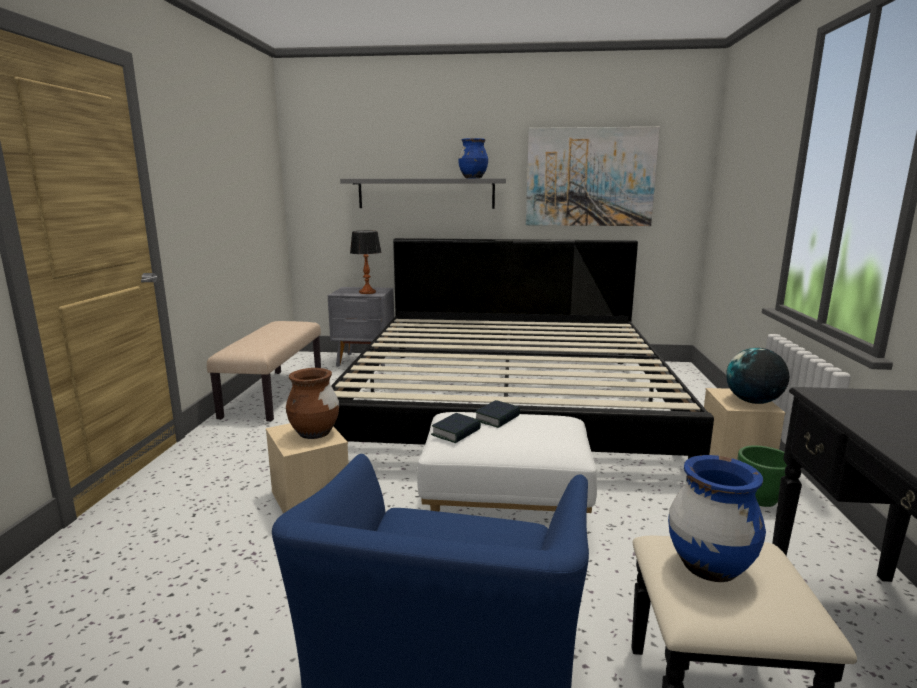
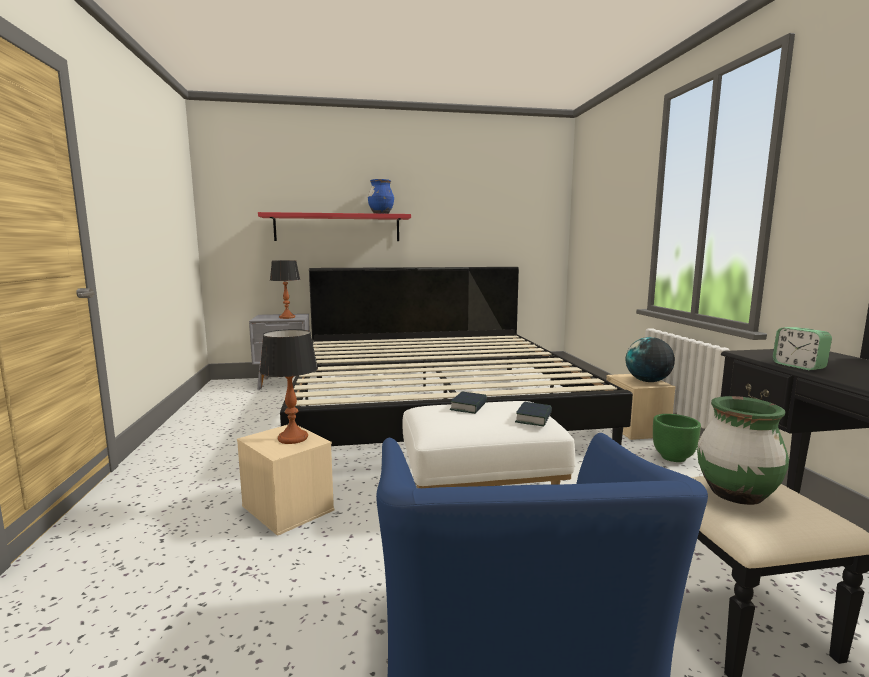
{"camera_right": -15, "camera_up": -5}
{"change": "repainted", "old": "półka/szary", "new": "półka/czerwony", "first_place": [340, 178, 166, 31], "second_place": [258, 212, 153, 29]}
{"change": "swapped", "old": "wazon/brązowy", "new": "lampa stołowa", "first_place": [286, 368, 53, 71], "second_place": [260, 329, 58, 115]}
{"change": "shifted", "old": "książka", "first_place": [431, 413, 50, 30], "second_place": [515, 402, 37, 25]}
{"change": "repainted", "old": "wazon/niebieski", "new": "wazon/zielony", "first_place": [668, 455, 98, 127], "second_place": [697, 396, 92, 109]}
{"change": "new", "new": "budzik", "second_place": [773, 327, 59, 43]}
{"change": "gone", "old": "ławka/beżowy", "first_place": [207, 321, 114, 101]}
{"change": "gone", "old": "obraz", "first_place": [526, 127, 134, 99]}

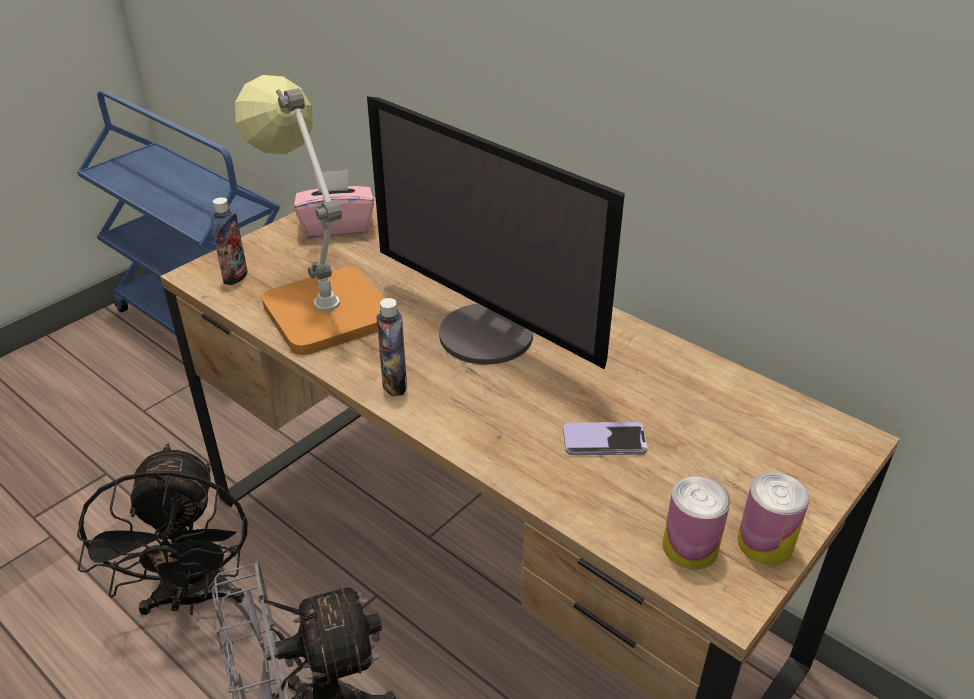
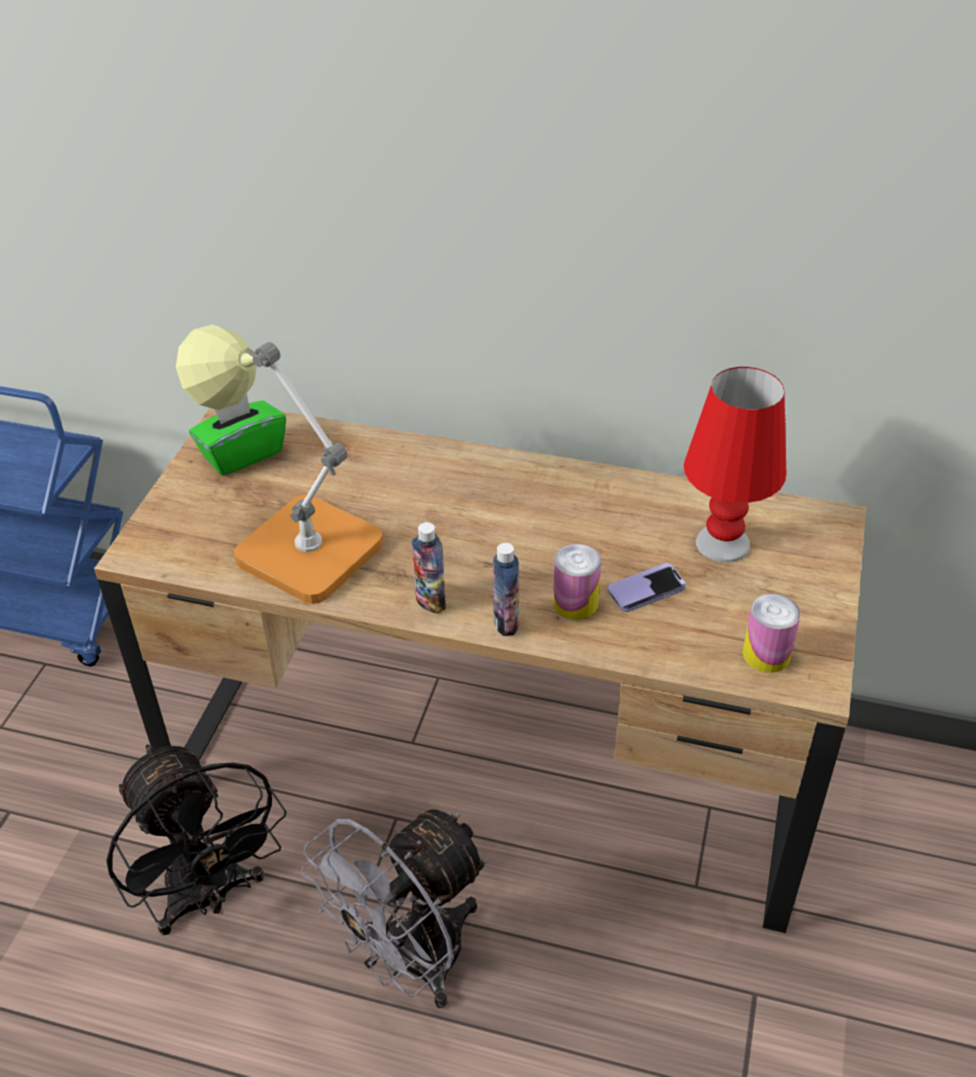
{"camera_right": -25, "camera_up": 5}
{"change": "repainted", "old": "pudełko chusteczek/różowy", "new": "pudełko chusteczek/zielony", "first_place": [294, 170, 80, 68], "second_place": [189, 394, 97, 82]}
{"change": "shifted", "old": "butelka", "first_place": [211, 197, 37, 88], "second_place": [493, 543, 26, 93]}
{"change": "shifted", "old": "puszka", "first_place": [737, 472, 73, 93], "second_place": [553, 544, 48, 76]}
{"change": "new", "new": "lampa stołowa/czerwony", "second_place": [684, 367, 102, 196]}
{"change": "gone", "old": "monitor", "first_place": [367, 96, 258, 273]}

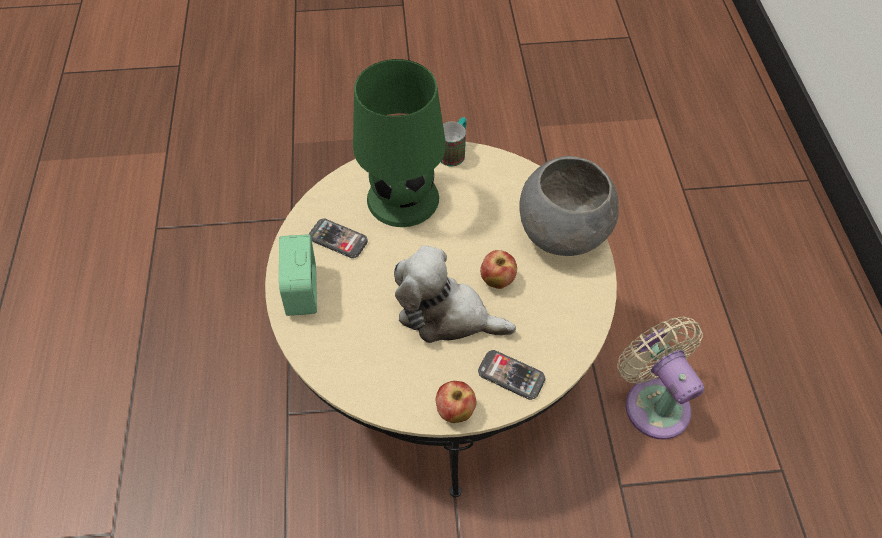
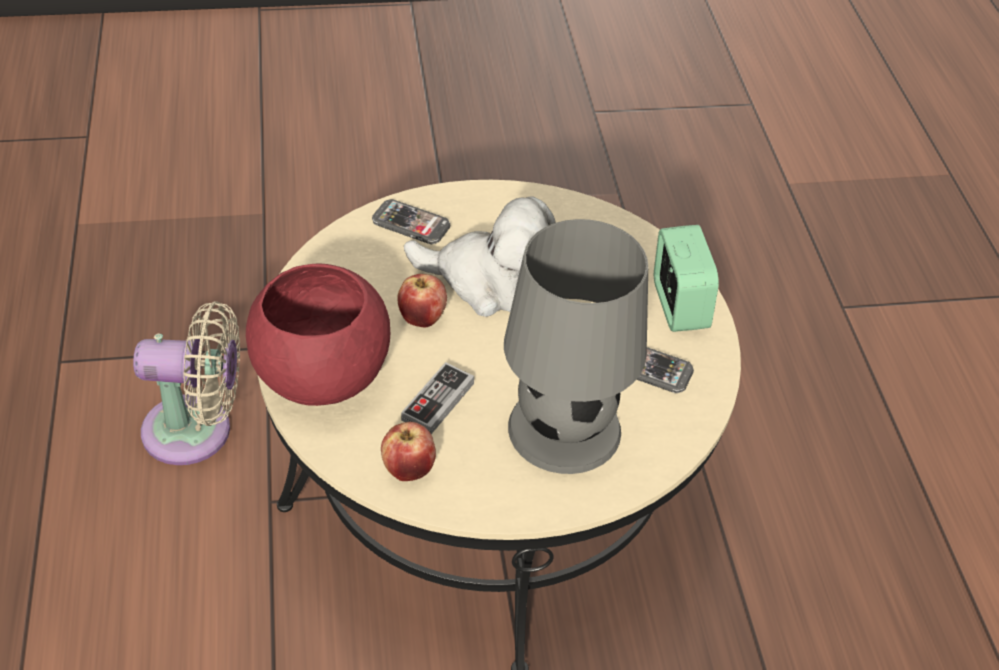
{"camera_right": 175, "camera_up": -10}
{"change": "rotated", "old": "wentylator/beżowy", "first_place": [617, 317, 87, 123], "second_place": [133, 301, 107, 164], "degrees": -60}
{"change": "repainted", "old": "miska/szary", "new": "miska/czerwony", "first_place": [520, 156, 99, 100], "second_place": [246, 263, 144, 143]}
{"change": "shifted", "old": "jabłko", "first_place": [435, 381, 41, 42], "second_place": [381, 422, 55, 59]}
{"change": "new", "new": "pad do gier", "second_place": [401, 362, 73, 72]}
{"change": "repainted", "old": "lampa stołowa/zielony", "new": "lampa stołowa/szary", "first_place": [353, 59, 93, 168], "second_place": [504, 219, 144, 255]}
{"change": "gone", "old": "kubek", "first_place": [441, 117, 26, 49]}

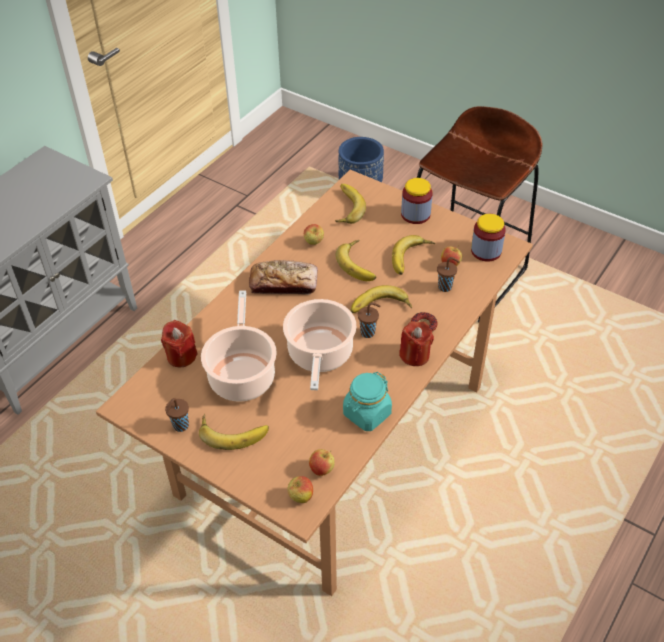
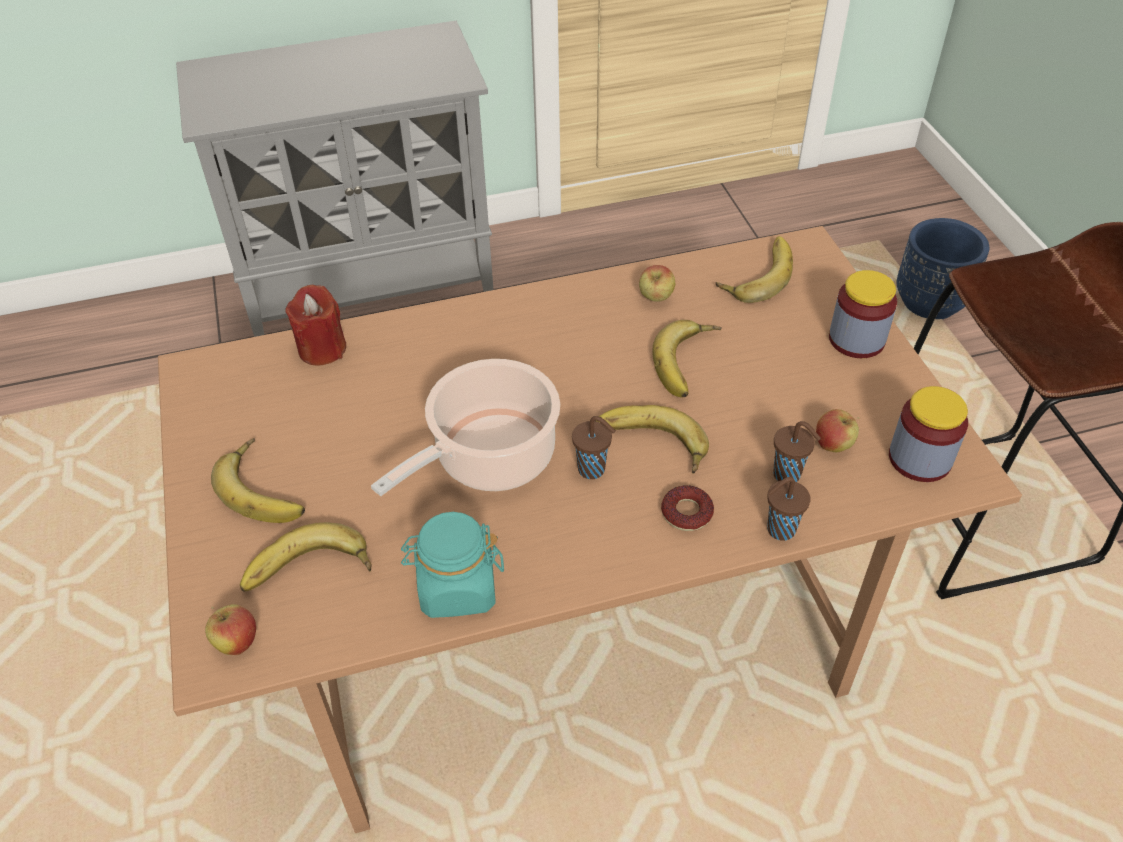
{"camera_right": 40, "camera_up": 0}
{"change": "shifted", "old": "banan", "first_place": [392, 235, 43, 40], "second_place": [240, 522, 132, 70]}
{"change": "shifted", "old": "filiżanka/brązowy", "first_place": [165, 398, 24, 34], "second_place": [767, 477, 44, 64]}
{"change": "gone", "old": "garnek", "first_place": [201, 290, 76, 112]}
{"change": "gone", "old": "chleb", "first_place": [249, 260, 69, 35]}
{"change": "gone", "old": "jabłko", "first_place": [309, 449, 26, 27]}
{"change": "gone", "old": "świeca/czerwony", "first_place": [399, 321, 35, 45]}

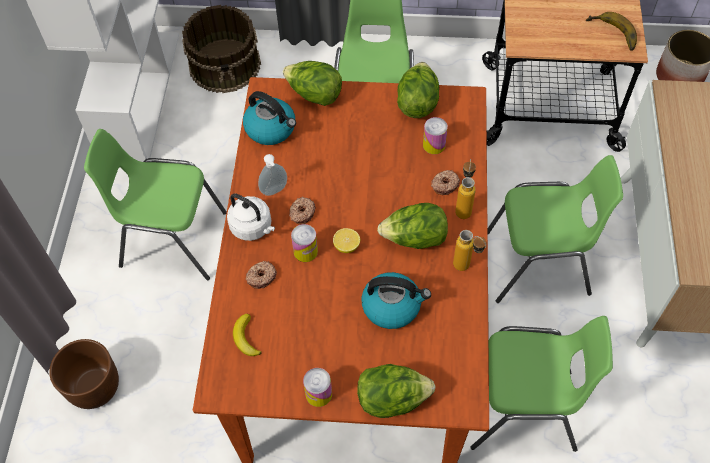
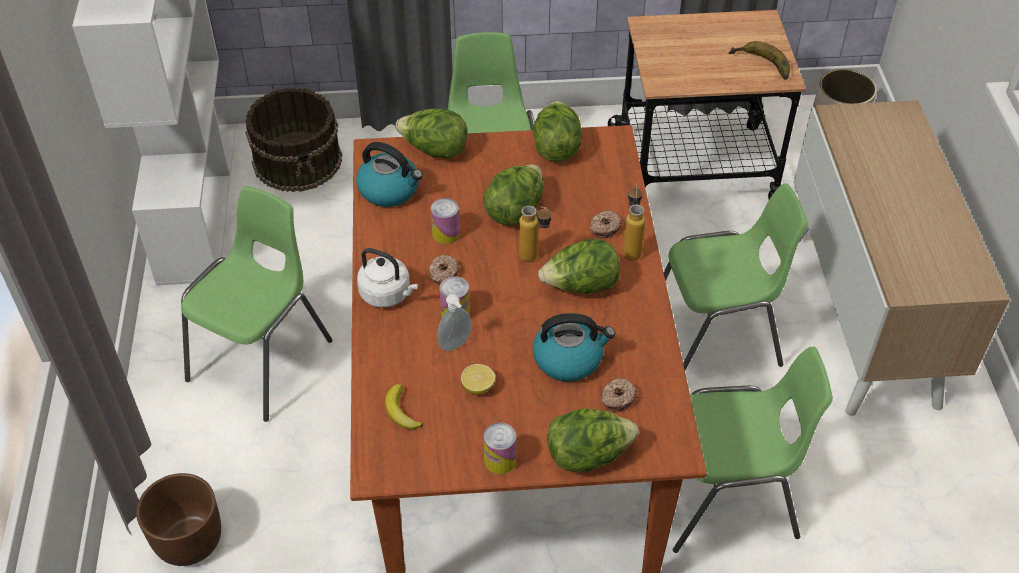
{"camera_right": -10, "camera_up": -10}
{"change": "rotated", "old": "krzesło/zielony", "first_place": [84, 129, 143, 151], "second_place": [181, 186, 151, 236], "degrees": 120}
{"change": "shifted", "old": "puszka", "first_place": [423, 117, 25, 37], "second_place": [431, 198, 29, 46]}
{"change": "shifted", "old": "dozownik mydła", "first_place": [258, 154, 29, 42], "second_place": [437, 294, 34, 57]}
{"change": "shifted", "old": "cytryna", "first_place": [333, 228, 27, 25], "second_place": [461, 364, 34, 31]}
{"change": "new", "new": "sałata", "second_place": [483, 164, 60, 61]}
{"change": "shifted", "old": "butelka", "first_place": [453, 230, 34, 41], "second_place": [519, 206, 33, 56]}
{"change": "shifted", "old": "donut", "first_place": [245, 261, 32, 28], "second_place": [600, 378, 37, 34]}

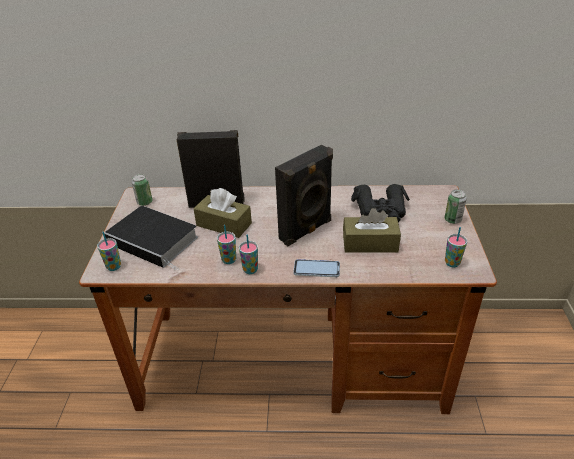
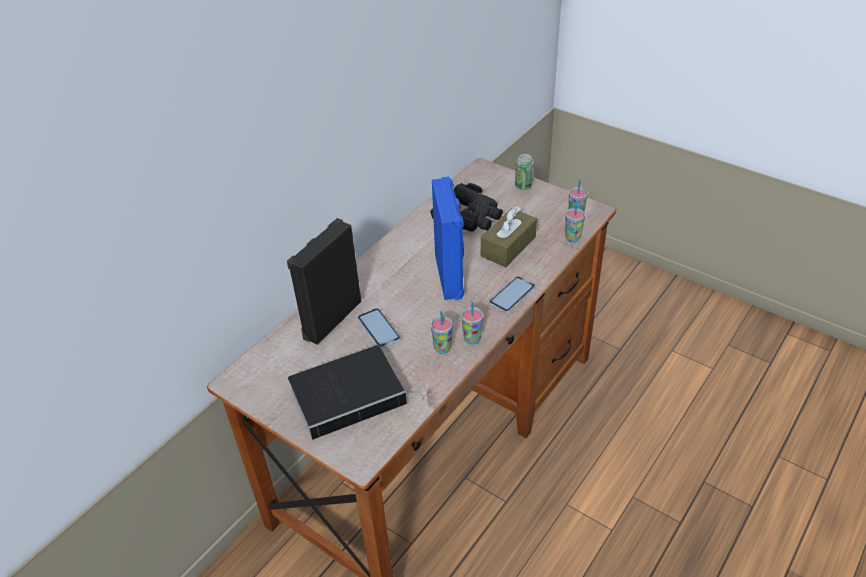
{"camera_right": -55, "camera_up": 5}
{"change": "swapped", "old": "pudełko chusteczek/brązowy", "new": "telefon", "first_place": [193, 188, 59, 50], "second_place": [358, 308, 43, 40]}
{"change": "repainted", "old": "głośnik/czarny", "new": "głośnik/niebieski", "first_place": [275, 145, 58, 101], "second_place": [432, 177, 32, 123]}
{"change": "shifted", "old": "filiżanka", "first_place": [97, 232, 24, 39], "second_place": [565, 201, 20, 41]}
{"change": "gone", "old": "puszka", "first_place": [131, 174, 21, 32]}

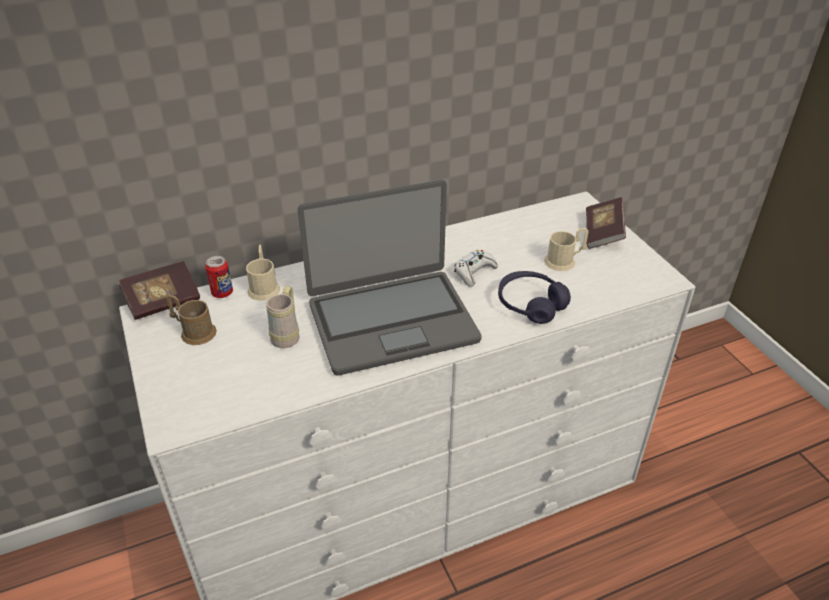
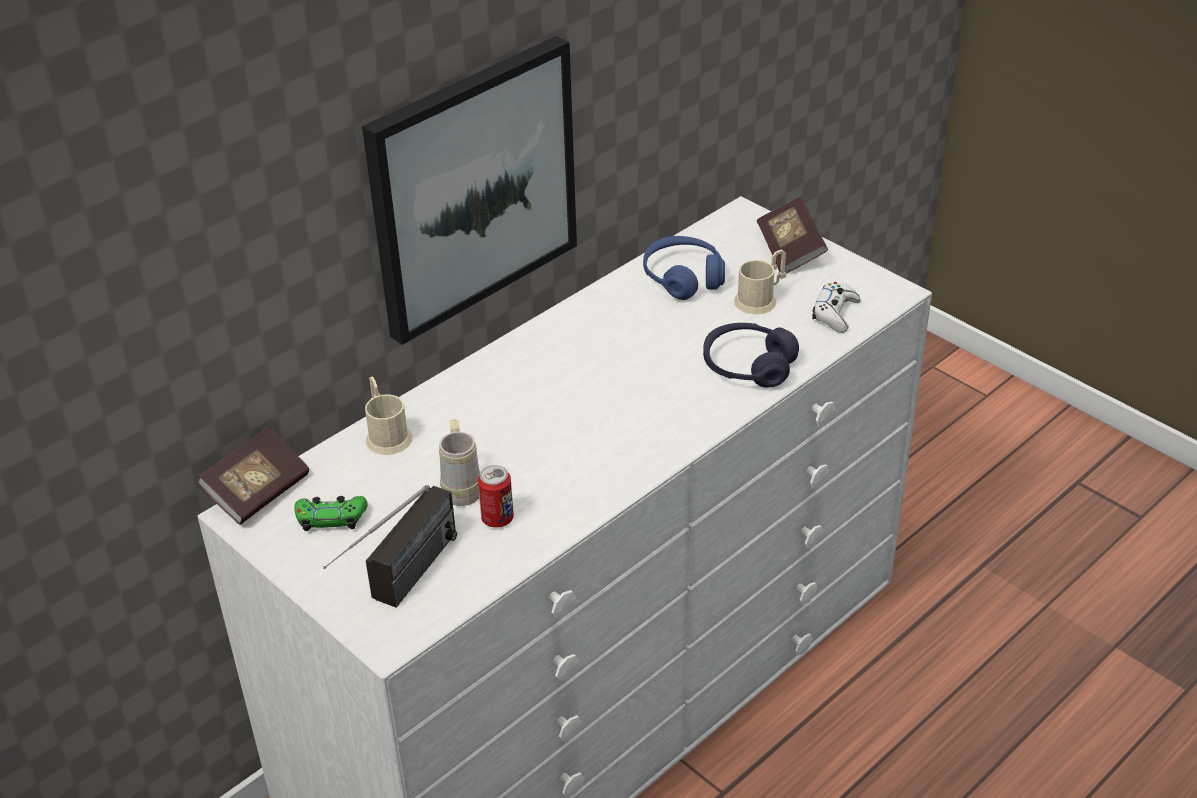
{"camera_right": -20, "camera_up": 0}
{"change": "swapped", "old": "kubek/brązowy", "new": "pad do gier/zielony", "first_place": [166, 295, 51, 50], "second_place": [294, 496, 74, 35]}
{"change": "new", "new": "radio", "second_place": [323, 485, 134, 123]}
{"change": "new", "new": "obraz", "second_place": [362, 36, 215, 309]}
{"change": "shifted", "old": "puszka", "first_place": [205, 256, 28, 42], "second_place": [478, 465, 36, 63]}
{"change": "new", "new": "słuchawki/niebieski", "second_place": [643, 236, 82, 64]}
{"change": "shifted", "old": "pad do gier/biały", "first_place": [454, 250, 44, 37], "second_place": [812, 282, 48, 51]}
{"change": "gone", "old": "laptop", "first_place": [298, 180, 183, 195]}

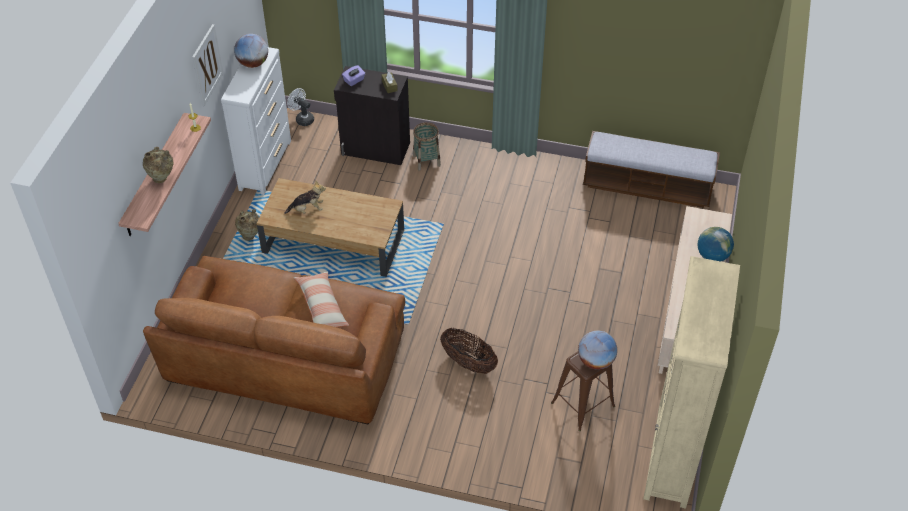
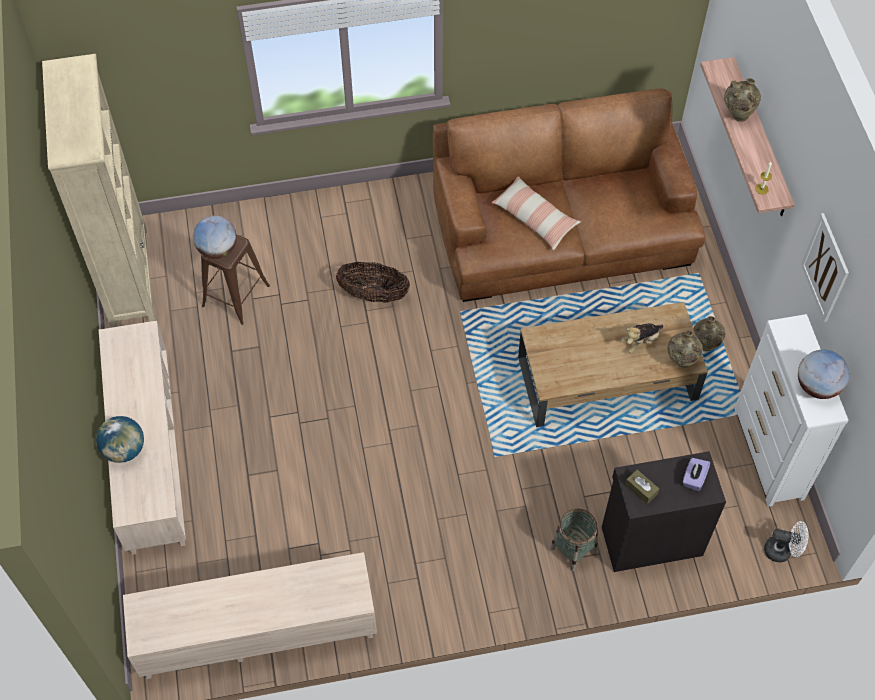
{"camera_right": 155, "camera_up": 10}
{"change": "swapped", "old": "ławka", "new": "szafka pod telewizor/beżowy", "first_place": [583, 131, 137, 77], "second_place": [123, 552, 254, 127]}
{"change": "new", "new": "wazon/beżowy", "second_place": [667, 330, 36, 38]}

